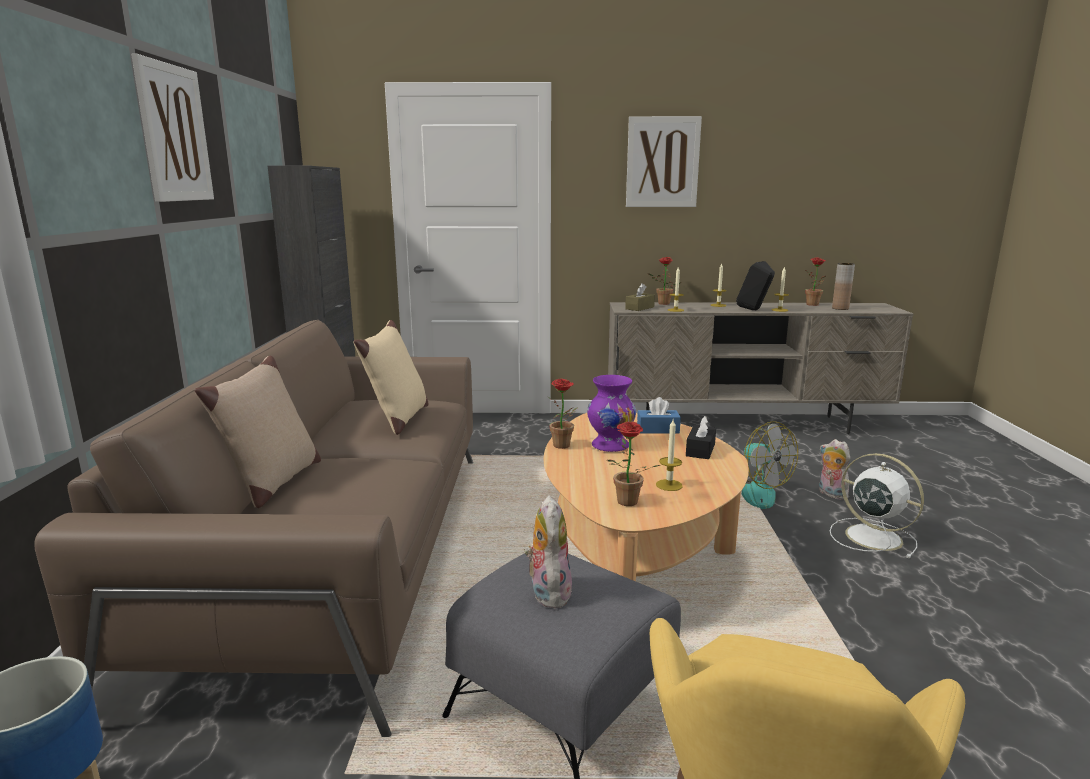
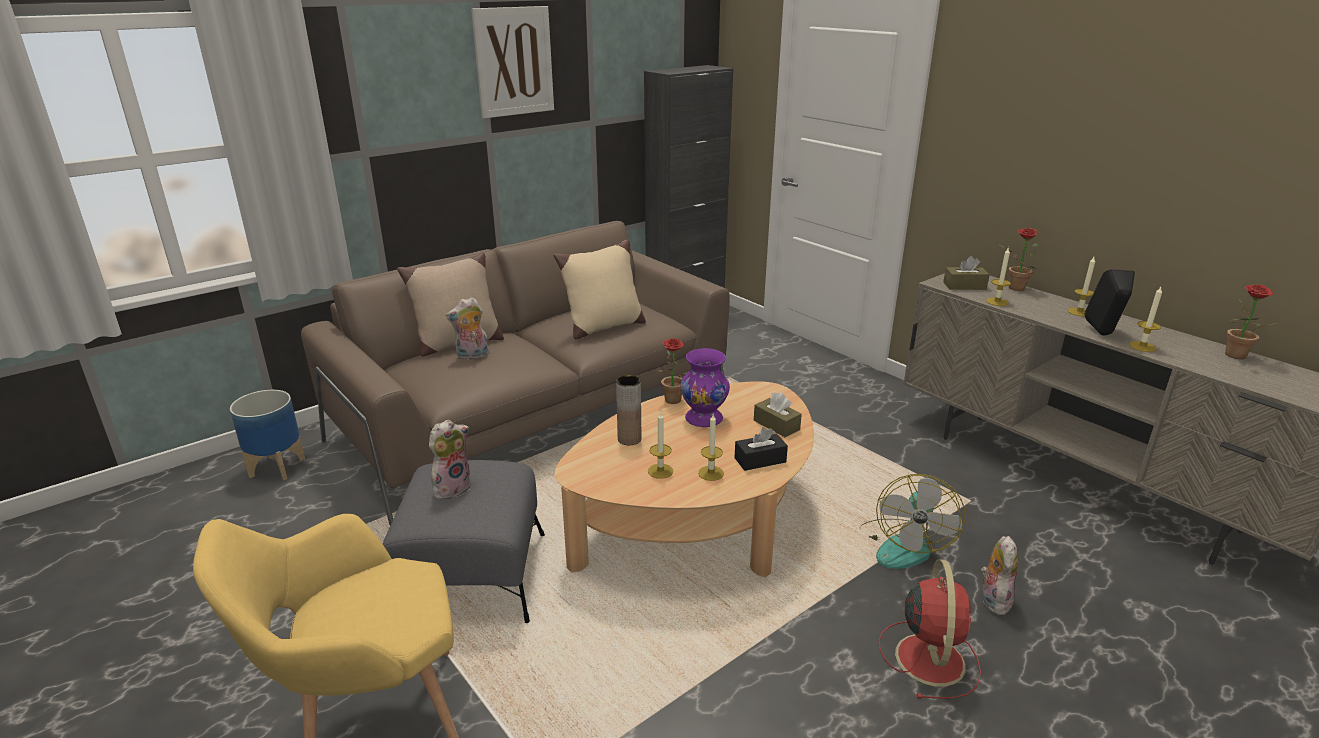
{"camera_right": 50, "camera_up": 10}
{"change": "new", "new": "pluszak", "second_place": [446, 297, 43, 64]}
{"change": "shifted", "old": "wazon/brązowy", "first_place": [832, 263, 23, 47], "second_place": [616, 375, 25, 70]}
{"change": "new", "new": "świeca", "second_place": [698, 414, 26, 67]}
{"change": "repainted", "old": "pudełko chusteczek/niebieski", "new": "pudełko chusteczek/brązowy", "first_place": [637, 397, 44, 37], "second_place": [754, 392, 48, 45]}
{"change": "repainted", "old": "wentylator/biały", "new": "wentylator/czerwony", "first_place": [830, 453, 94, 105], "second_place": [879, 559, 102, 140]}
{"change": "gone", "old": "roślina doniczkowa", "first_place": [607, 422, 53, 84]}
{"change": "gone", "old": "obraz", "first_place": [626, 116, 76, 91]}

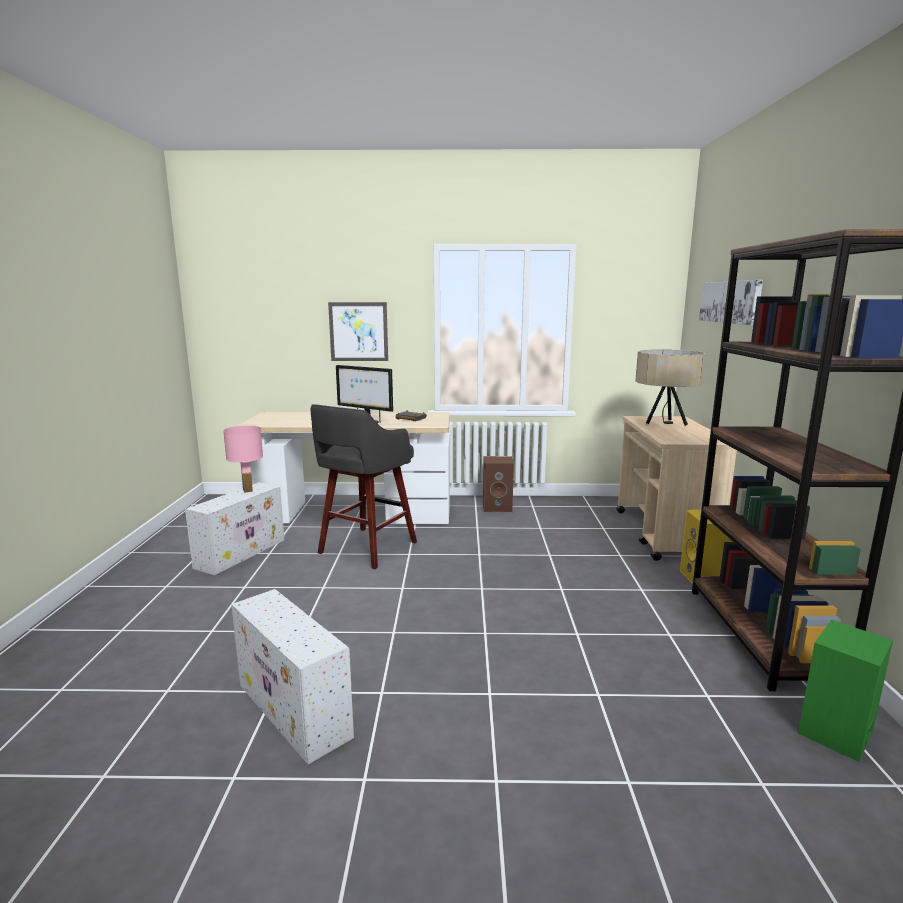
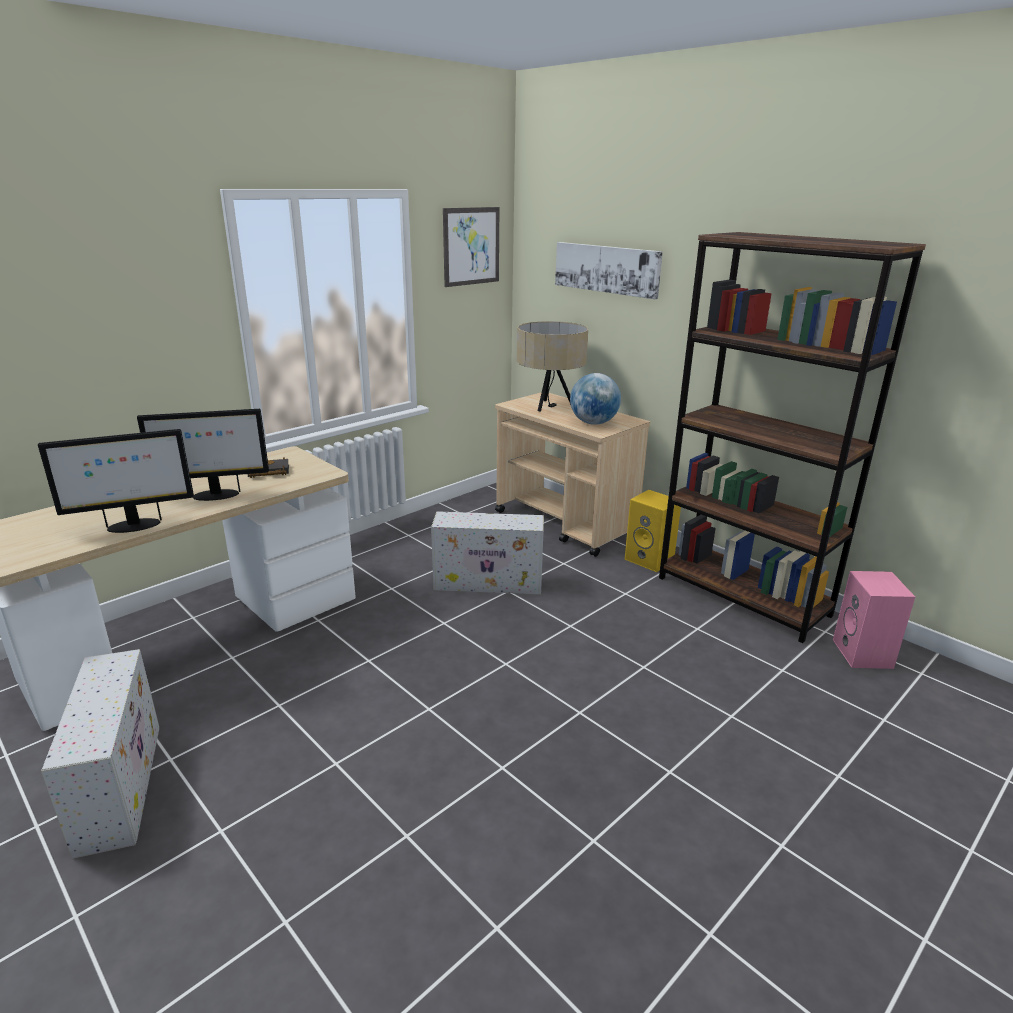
{"camera_right": -45, "camera_up": 10}
{"change": "new", "new": "monitor", "second_place": [38, 429, 156, 104]}
{"change": "shifted", "old": "pojemnik do przechowywania/biały", "first_place": [231, 589, 123, 175], "second_place": [431, 511, 113, 83]}
{"change": "shifted", "old": "obraz", "first_place": [328, 302, 60, 59], "second_place": [443, 207, 56, 80]}
{"change": "new", "new": "globus", "second_place": [570, 373, 51, 52]}
{"change": "repainted", "old": "głośnik/zielony", "new": "głośnik/różowy", "first_place": [798, 620, 95, 142], "second_place": [833, 571, 82, 98]}
{"change": "gone", "old": "lampa stołowa/różowy", "first_place": [223, 425, 40, 68]}
{"change": "gone", "old": "stołek/szary", "first_place": [311, 404, 106, 165]}
{"change": "gone", "old": "głośnik/brązowy", "first_place": [483, 456, 31, 56]}

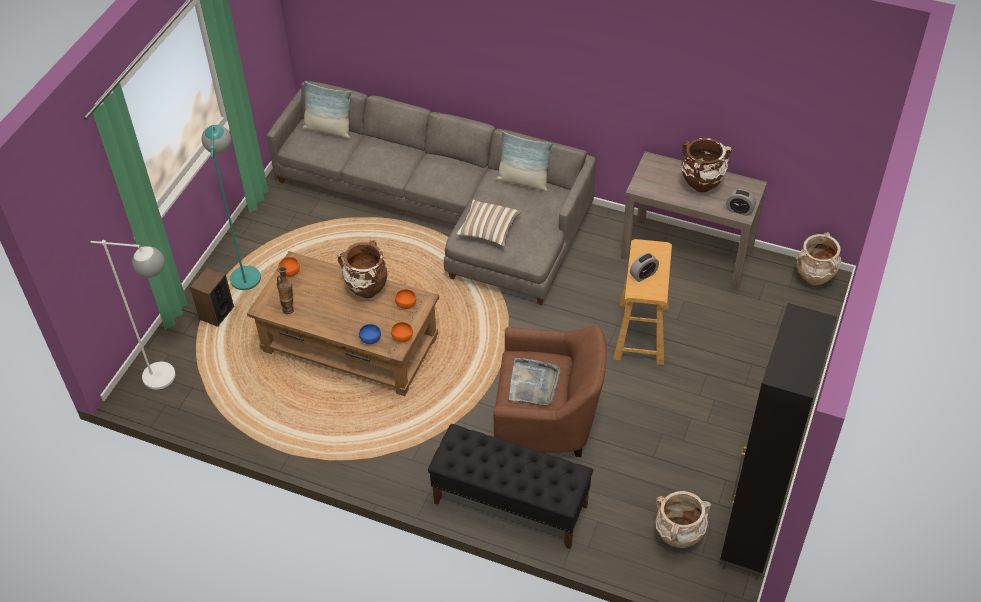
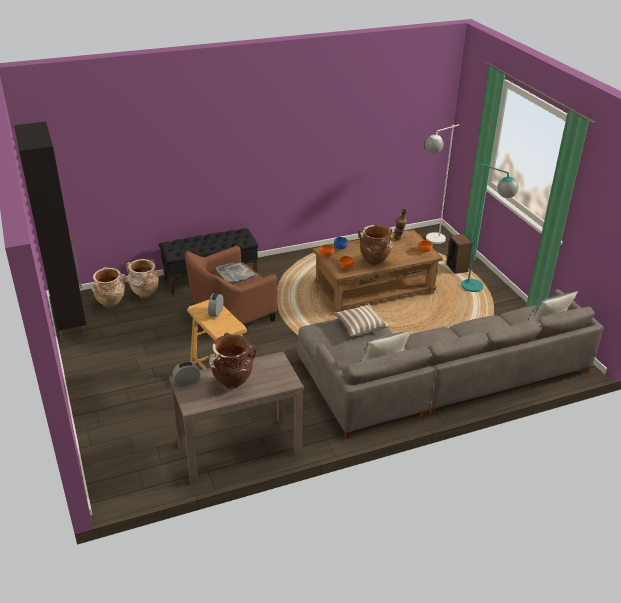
{"camera_right": 135, "camera_up": -15}
{"change": "shifted", "old": "wazon/beżowy", "first_place": [796, 232, 45, 53], "second_place": [126, 259, 33, 40]}

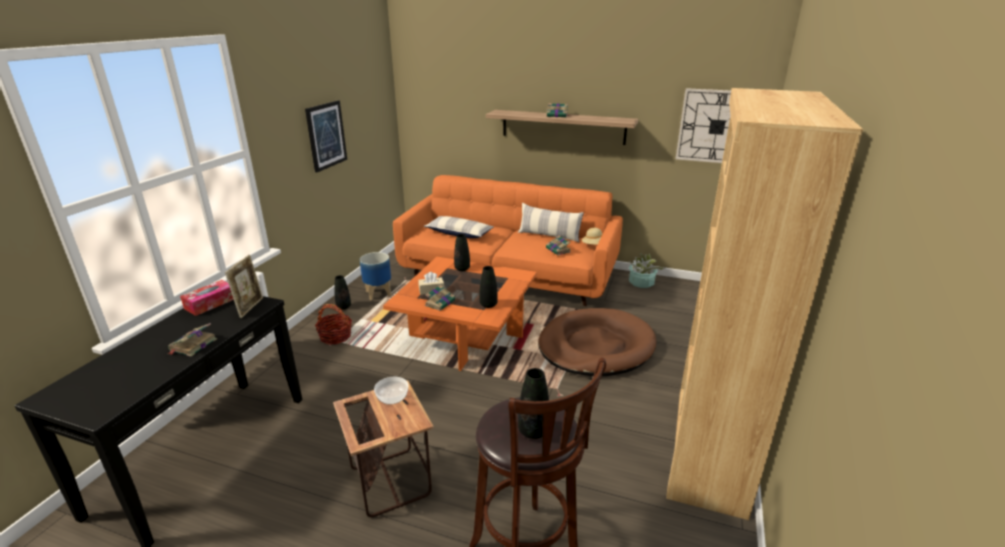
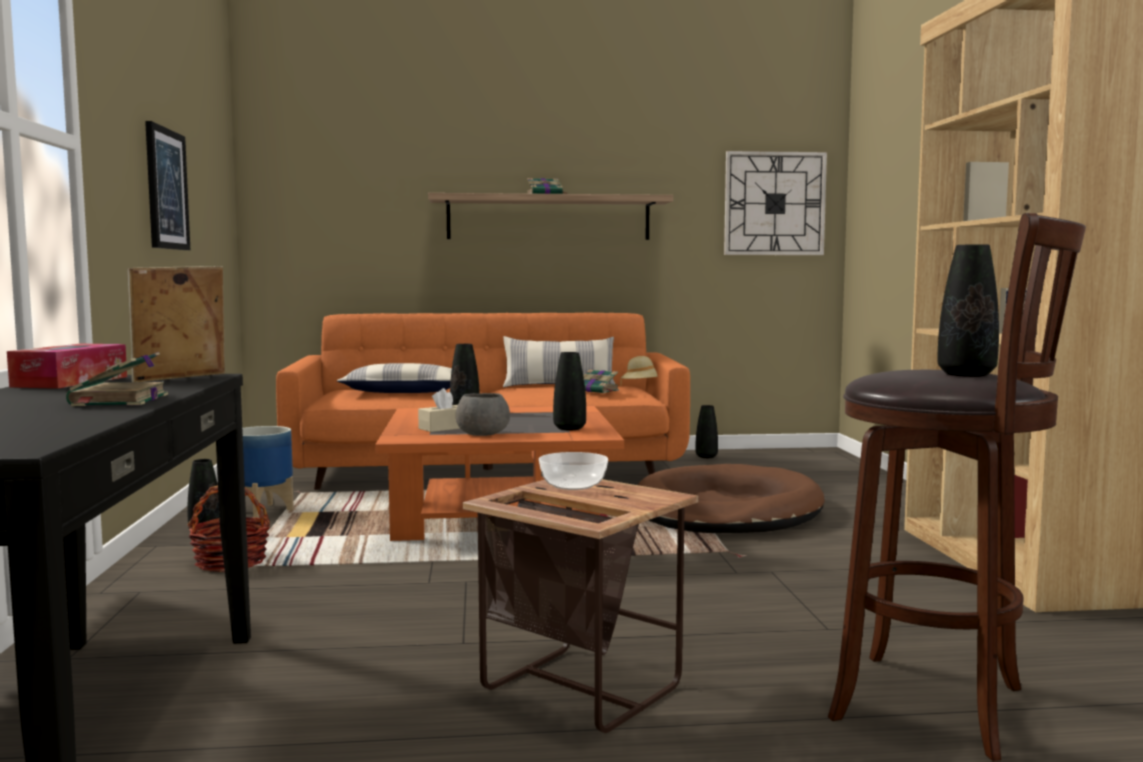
{"camera_right": -25, "camera_up": -20}
{"change": "rotated", "old": "ramka na zdjęcie", "first_place": [225, 255, 38, 63], "second_place": [127, 266, 98, 116], "degrees": -120}
{"change": "swapped", "old": "książka", "new": "miska/szary", "first_place": [425, 285, 30, 26], "second_place": [456, 393, 54, 43]}
{"change": "swapped", "old": "roślina doniczkowa", "new": "wazon/czarny", "first_place": [628, 253, 37, 35], "second_place": [695, 405, 23, 53]}

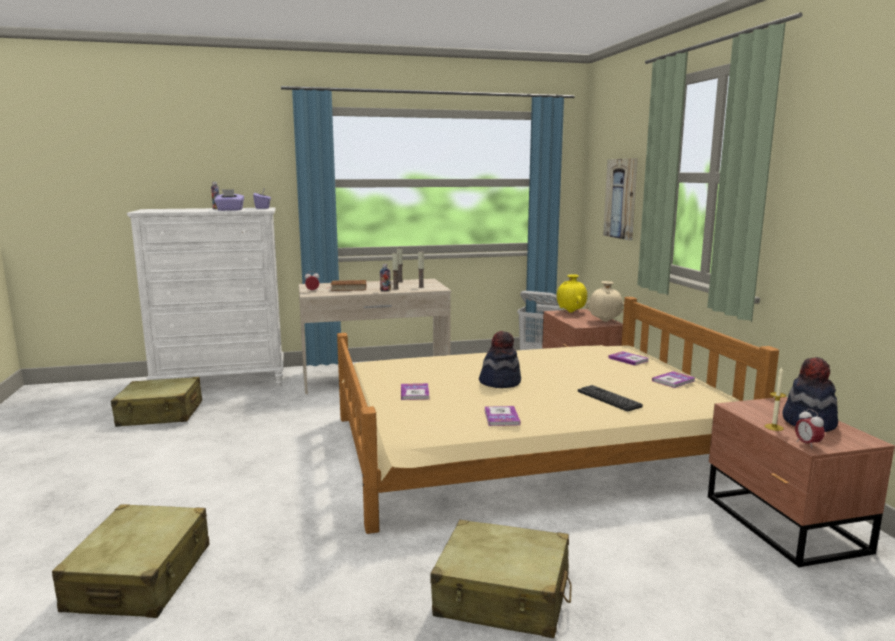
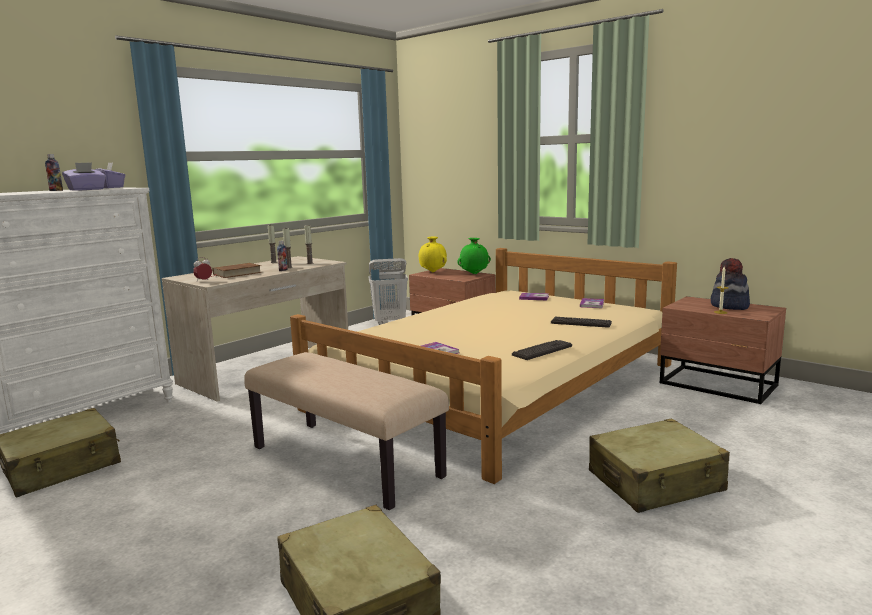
{"camera_right": -35, "camera_up": 0}
{"change": "new", "new": "ławka/beżowy", "second_place": [244, 352, 205, 158]}
{"change": "repainted", "old": "wazon/beżowy", "new": "wazon/zielony", "first_place": [586, 281, 38, 41], "second_place": [457, 238, 34, 36]}
{"change": "swapped", "old": "książka", "new": "klawiatura", "first_place": [484, 406, 36, 20], "second_place": [512, 340, 60, 20]}
{"change": "gone", "old": "kapelusz", "first_place": [479, 331, 42, 57]}
{"change": "gone", "old": "obraz", "first_place": [603, 158, 35, 82]}
{"change": "gone", "old": "budzik", "first_place": [795, 409, 30, 40]}

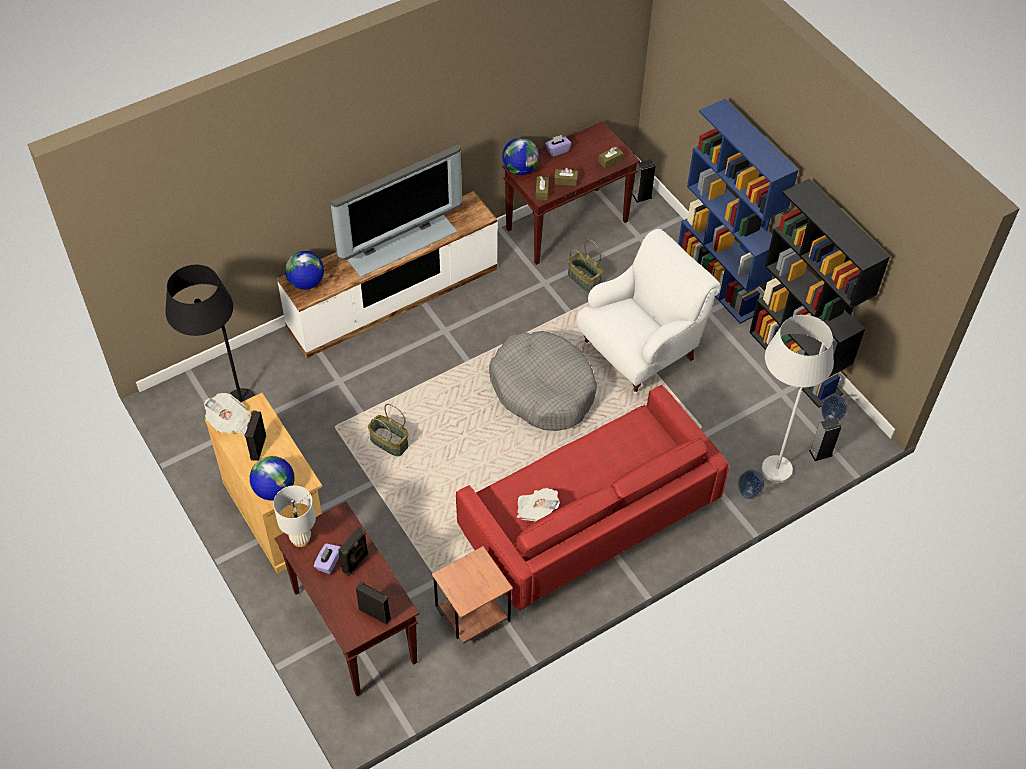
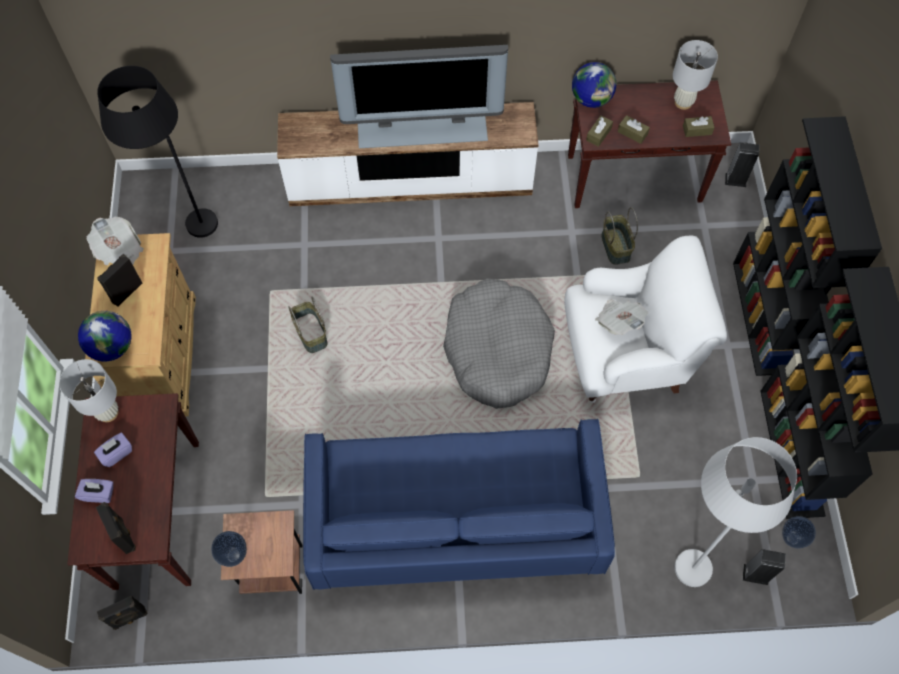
{"camera_right": 30, "camera_up": 10}
{"change": "shifted", "old": "pudełko chusteczek/fioletowy", "first_place": [545, 135, 26, 22], "second_place": [75, 479, 38, 24]}
{"change": "shifted", "old": "głośnik/czarny", "first_place": [339, 527, 29, 49], "second_place": [97, 596, 51, 34]}
{"change": "shifted", "old": "wazon", "first_place": [738, 470, 26, 29], "second_place": [211, 531, 36, 36]}
{"change": "repainted", "old": "kanapa/czerwony", "new": "kanapa/niebieski", "first_place": [456, 385, 273, 226], "second_place": [303, 419, 312, 171]}
{"change": "shifted", "old": "gazeta", "first_place": [517, 488, 43, 34], "second_place": [595, 299, 53, 36]}
{"change": "new", "new": "lampa stołowa/biały", "second_place": [672, 40, 46, 70]}
{"change": "repainted", "old": "regał/niebieski", "new": "regał/czarny", "first_place": [678, 99, 120, 225], "second_place": [733, 116, 149, 260]}
{"change": "gone", "old": "globus", "first_place": [285, 251, 39, 39]}

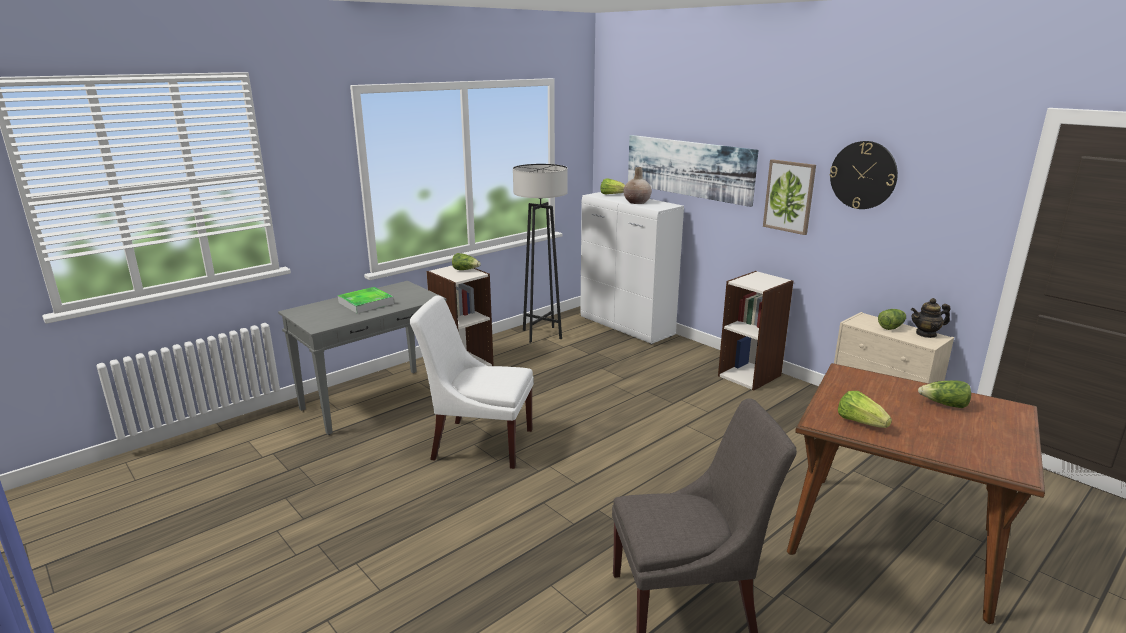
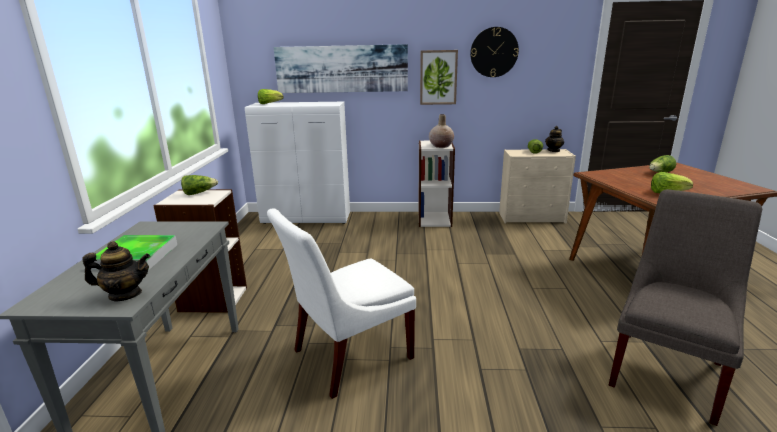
{"camera_right": -45, "camera_up": 0}
{"change": "new", "new": "imbryk", "second_place": [82, 241, 68, 61]}
{"change": "shifted", "old": "wazon/beżowy", "first_place": [623, 167, 29, 37], "second_place": [429, 114, 25, 34]}
{"change": "gone", "old": "lampa stojąca/szary", "first_place": [513, 164, 55, 179]}

